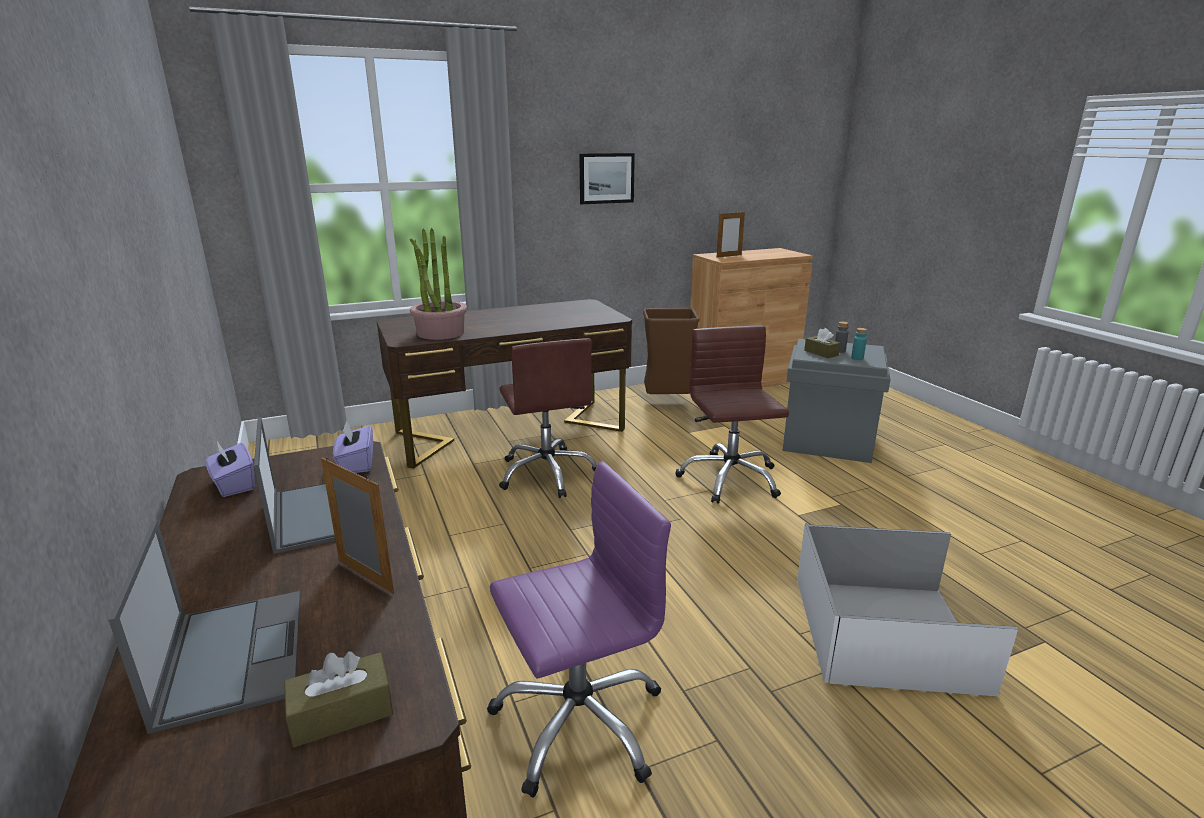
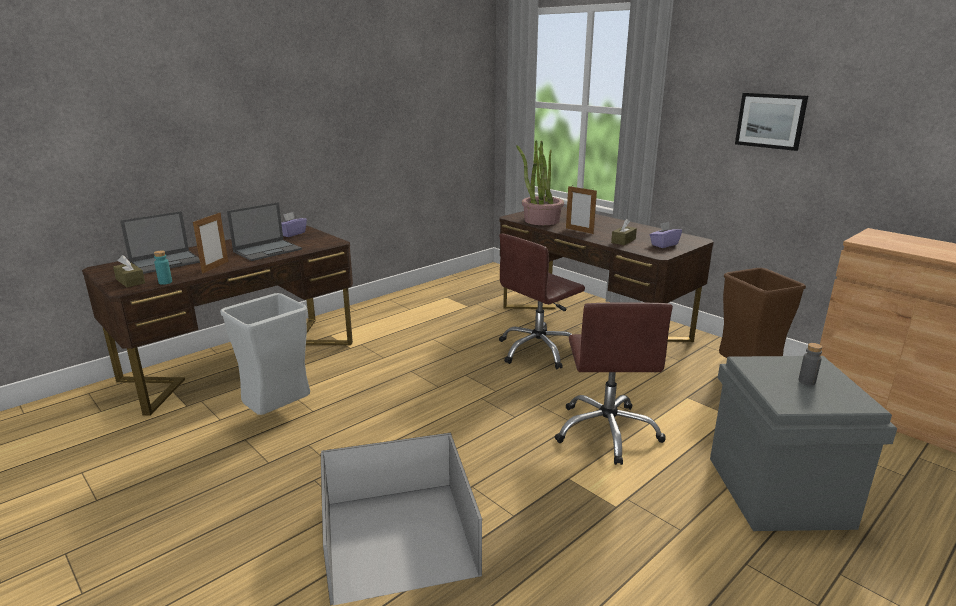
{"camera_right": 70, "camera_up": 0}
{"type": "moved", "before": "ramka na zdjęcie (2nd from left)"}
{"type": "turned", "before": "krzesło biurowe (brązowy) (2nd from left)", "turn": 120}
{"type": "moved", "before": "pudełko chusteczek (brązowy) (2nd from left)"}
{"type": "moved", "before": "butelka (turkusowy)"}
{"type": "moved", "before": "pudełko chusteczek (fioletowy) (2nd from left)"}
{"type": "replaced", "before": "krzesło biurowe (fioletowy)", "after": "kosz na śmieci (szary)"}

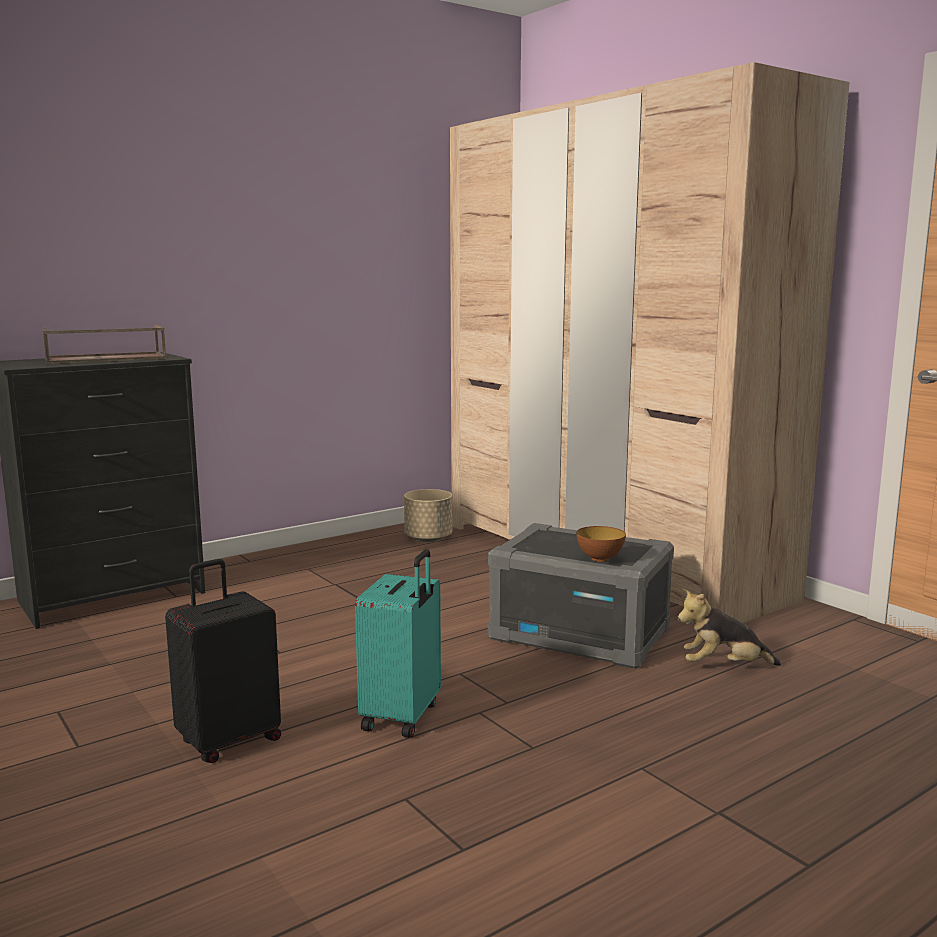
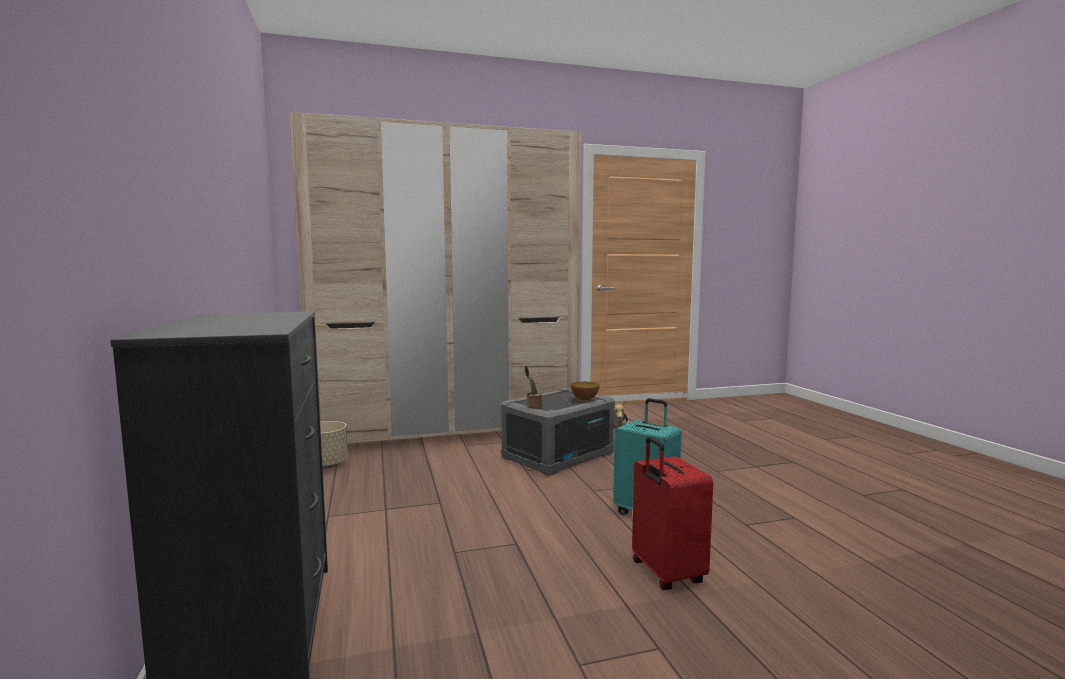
{"camera_right": -70, "camera_up": -5}
{"type": "removed", "before": "taca (brązowy)"}
{"type": "recoloured", "before": "walizka (czarny)", "after": "walizka (czerwony)"}
{"type": "added", "after": "roślina doniczkowa"}

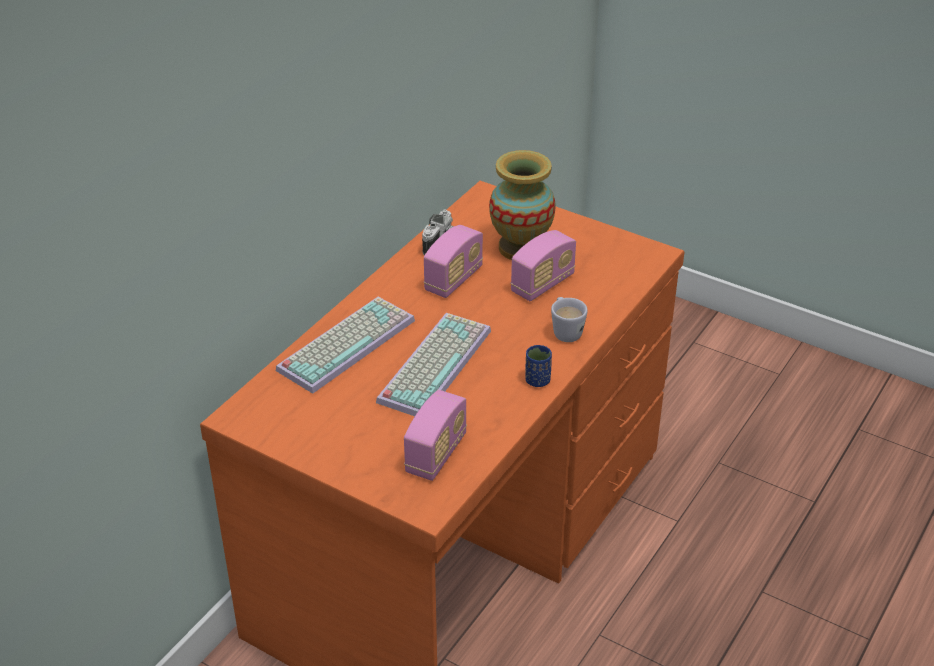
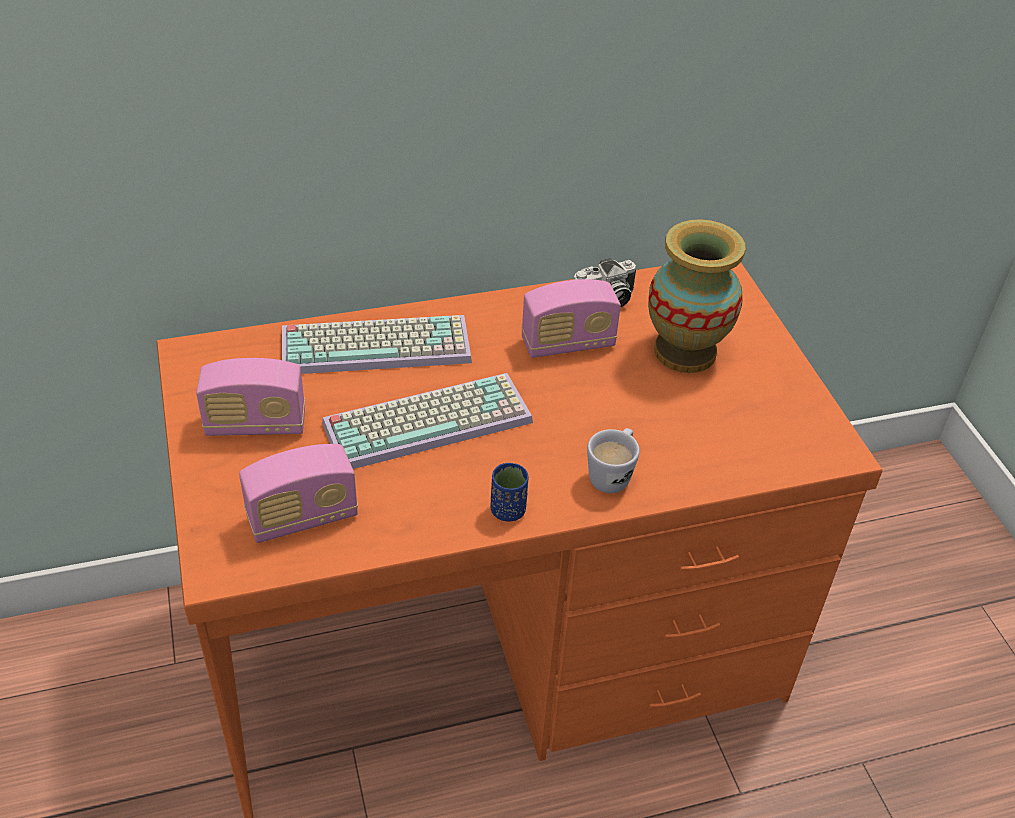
{"camera_right": 40, "camera_up": 5}
{"type": "moved", "before": "radio (3rd from left in the first image)", "after": "radio (1st from left)"}

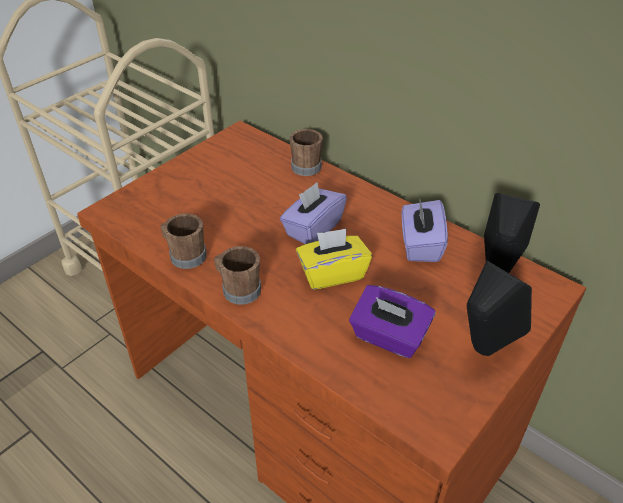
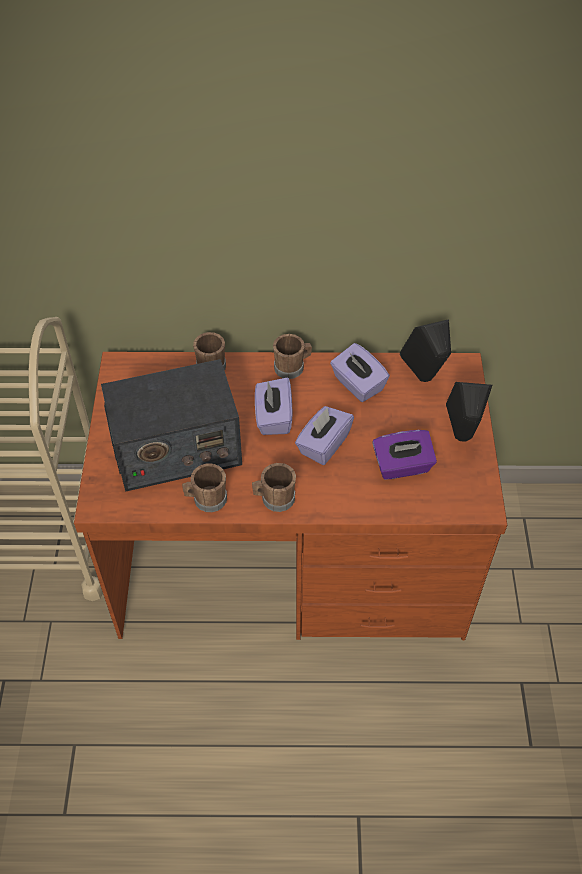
{"camera_right": -40, "camera_up": 10}
{"type": "recoloured", "before": "pudełko chusteczek (żółty)", "after": "pudełko chusteczek (fioletowy) (2nd from left)"}
{"type": "added", "after": "kubek (brązowy) (4th from left)"}
{"type": "added", "after": "radio"}

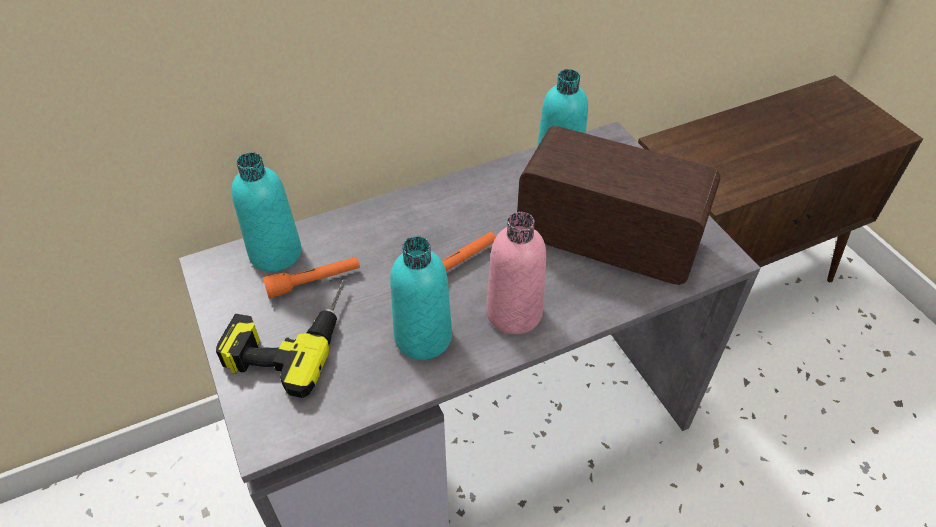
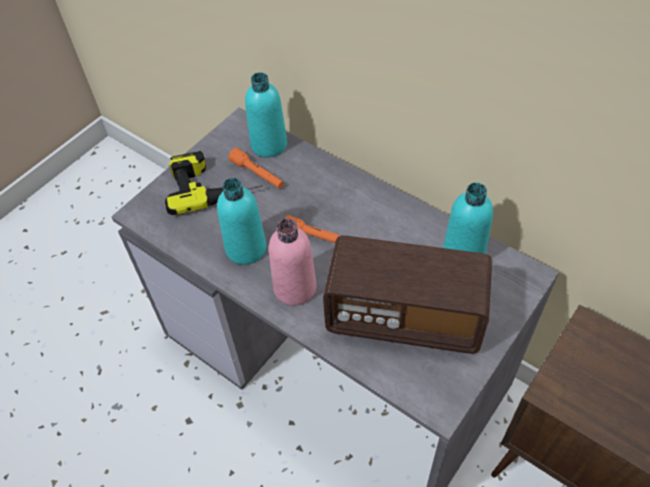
{"camera_right": 65, "camera_up": 5}
{"type": "turned", "before": "radio", "turn": 105}

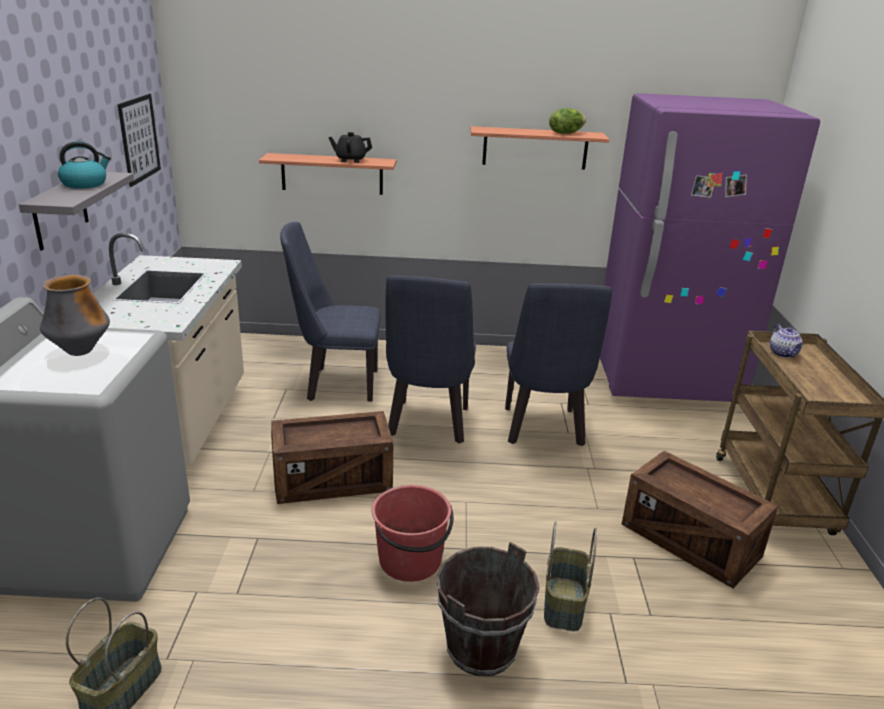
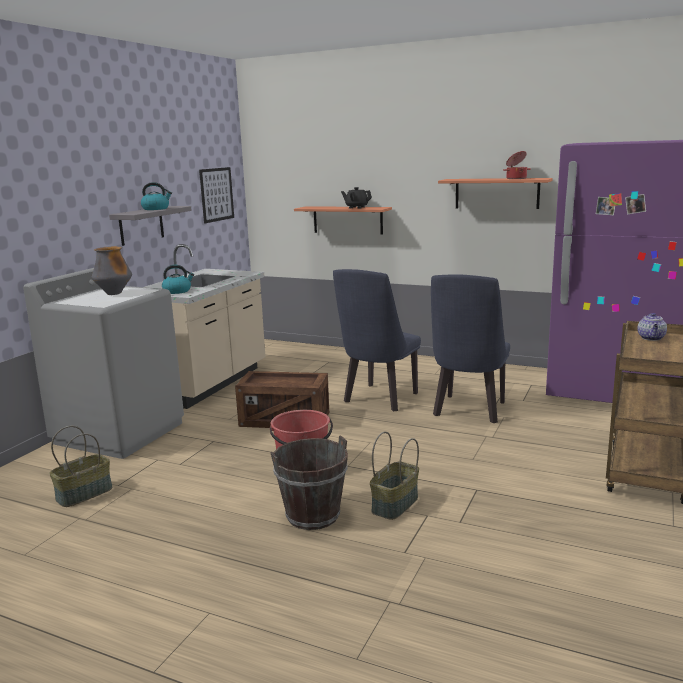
{"camera_right": 25, "camera_up": -10}
{"type": "replaced", "before": "sałata", "after": "garnek"}
{"type": "removed", "before": "krzesło (niebieski) (1st from left)"}
{"type": "removed", "before": "skrzynka (2nd from left)"}
{"type": "added", "after": "czajnik (2nd from left)"}

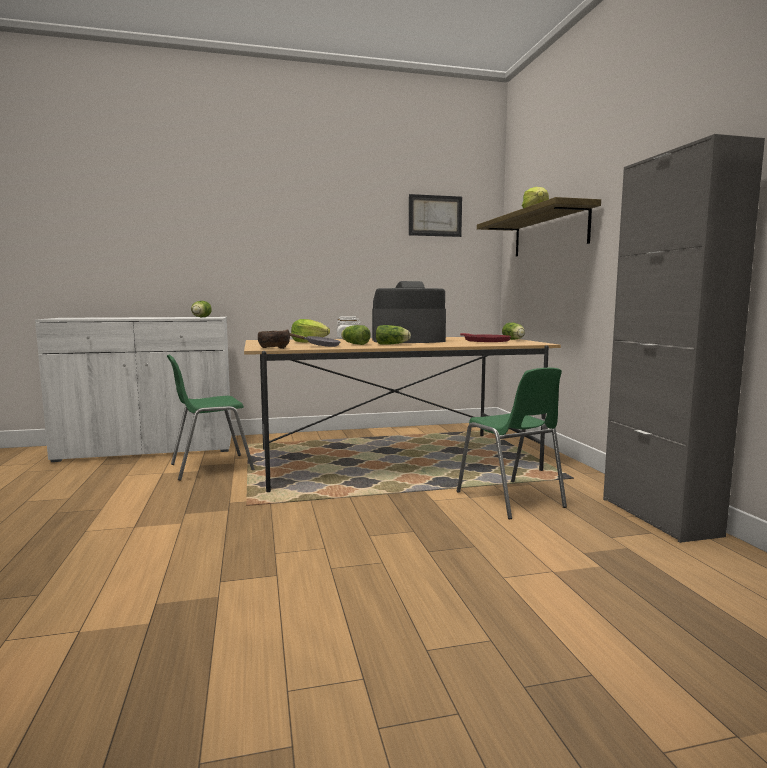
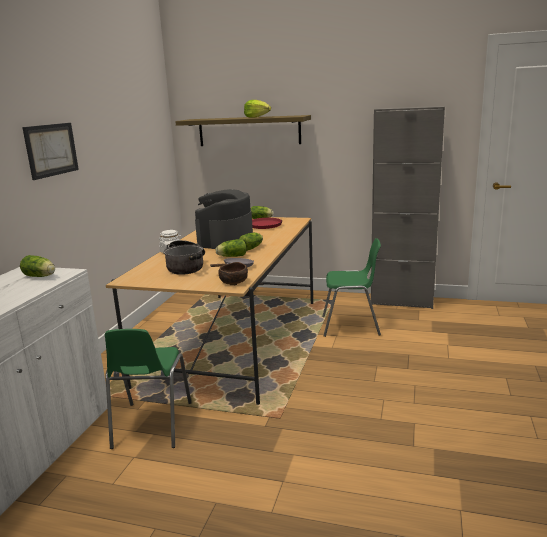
{"camera_right": -60, "camera_up": 10}
{"type": "moved", "before": "obraz"}
{"type": "replaced", "before": "sałata (2nd from left)", "after": "garnek"}

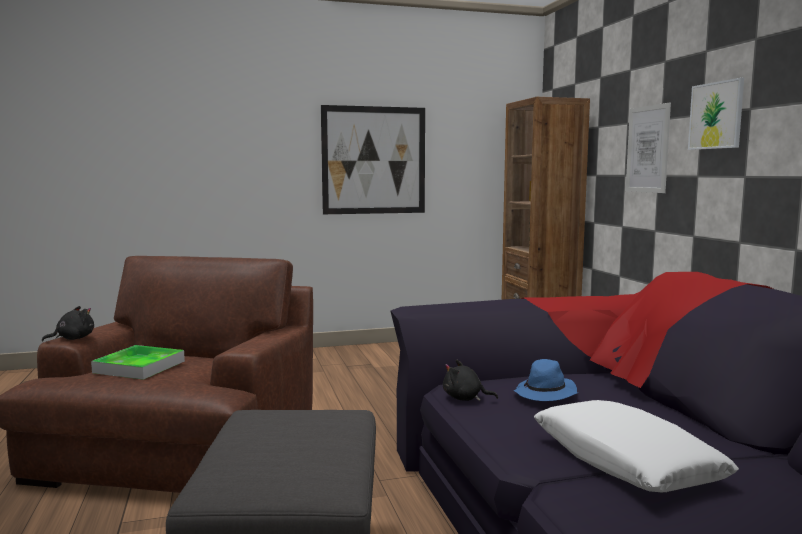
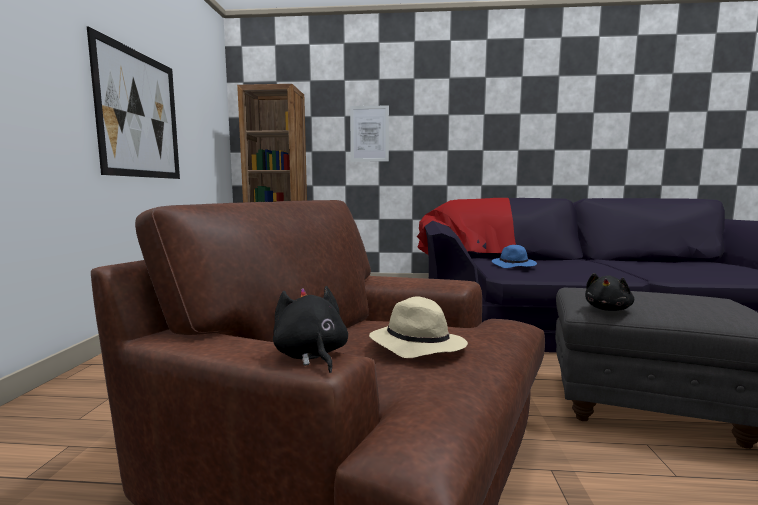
{"camera_right": -70, "camera_up": 0}
{"type": "removed", "before": "obraz (3rd from left)"}
{"type": "replaced", "before": "taca", "after": "kapelusz (beżowy)"}
{"type": "moved", "before": "pluszak (czarny) (2nd from left)"}
{"type": "removed", "before": "poduszka (biały)"}

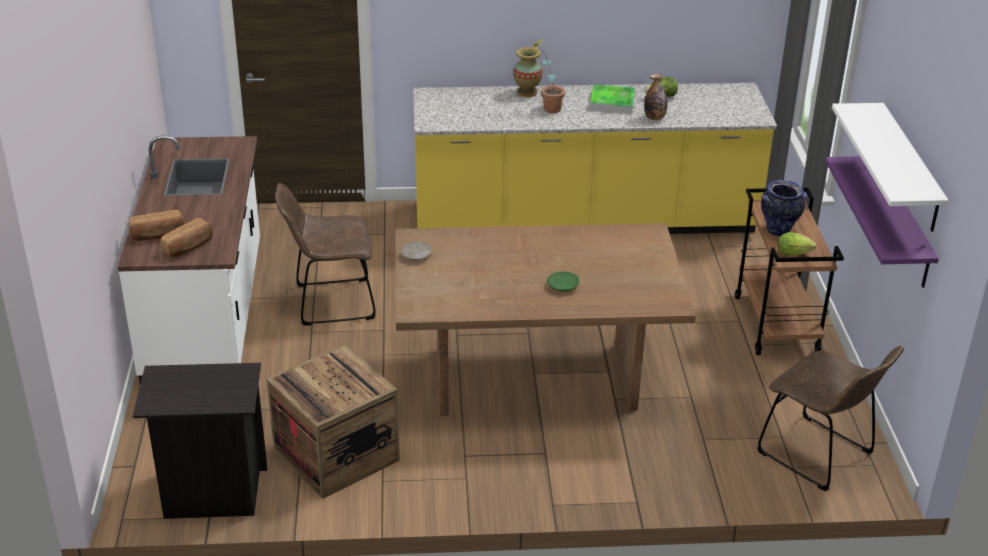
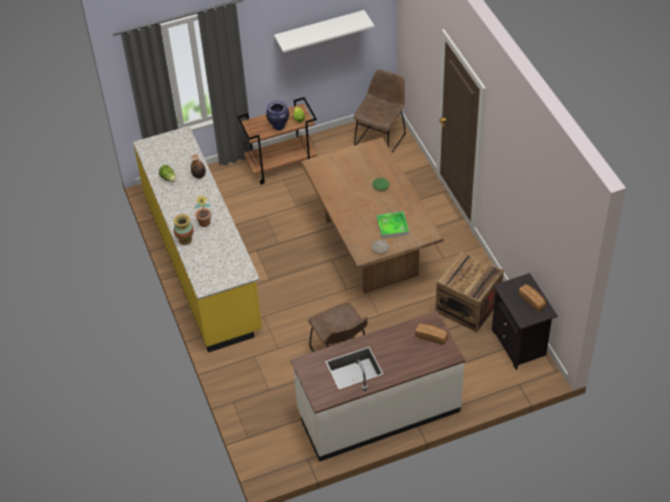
{"camera_right": -105, "camera_up": 15}
{"type": "moved", "before": "taca"}
{"type": "removed", "before": "półka (fioletowy)"}
{"type": "moved", "before": "chleb (1st from left in the first image)", "after": "chleb (2nd from left)"}

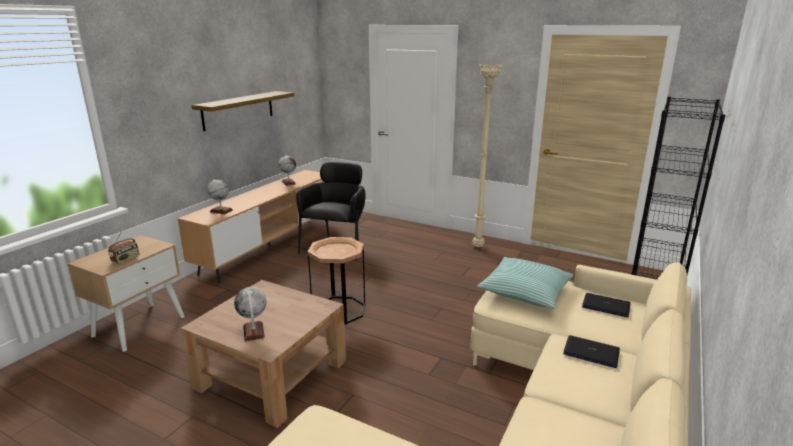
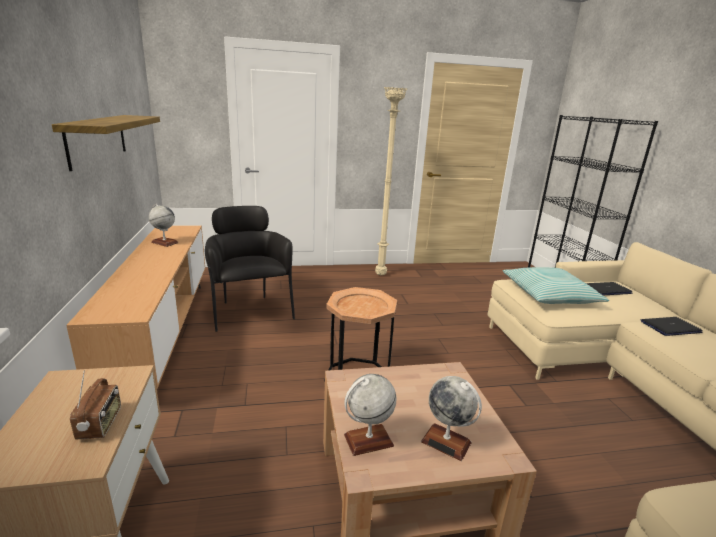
{"camera_right": -40, "camera_up": 0}
{"type": "moved", "before": "globus (1st from left in the first image)", "after": "globus (2nd from left)"}

